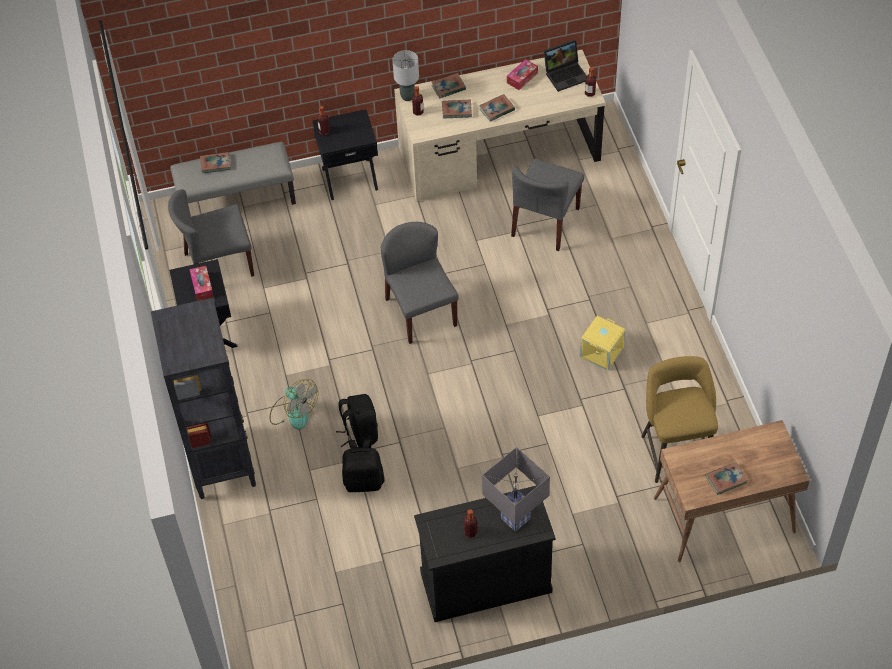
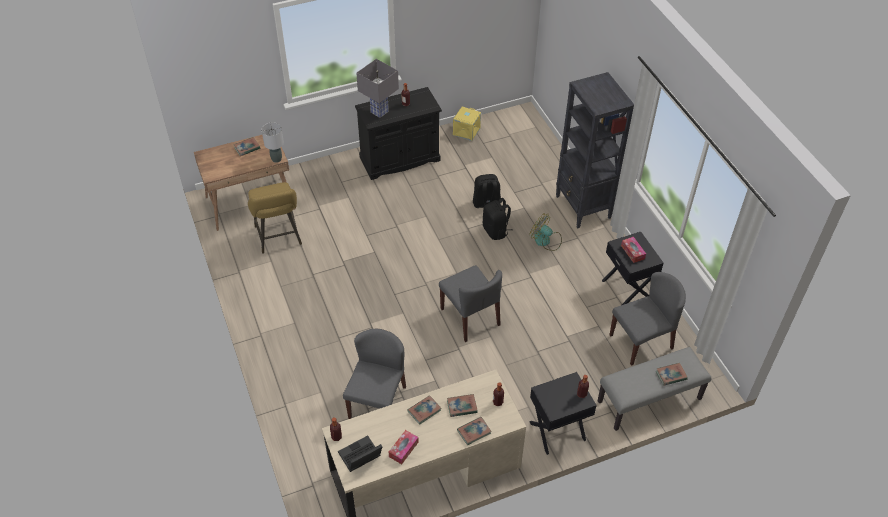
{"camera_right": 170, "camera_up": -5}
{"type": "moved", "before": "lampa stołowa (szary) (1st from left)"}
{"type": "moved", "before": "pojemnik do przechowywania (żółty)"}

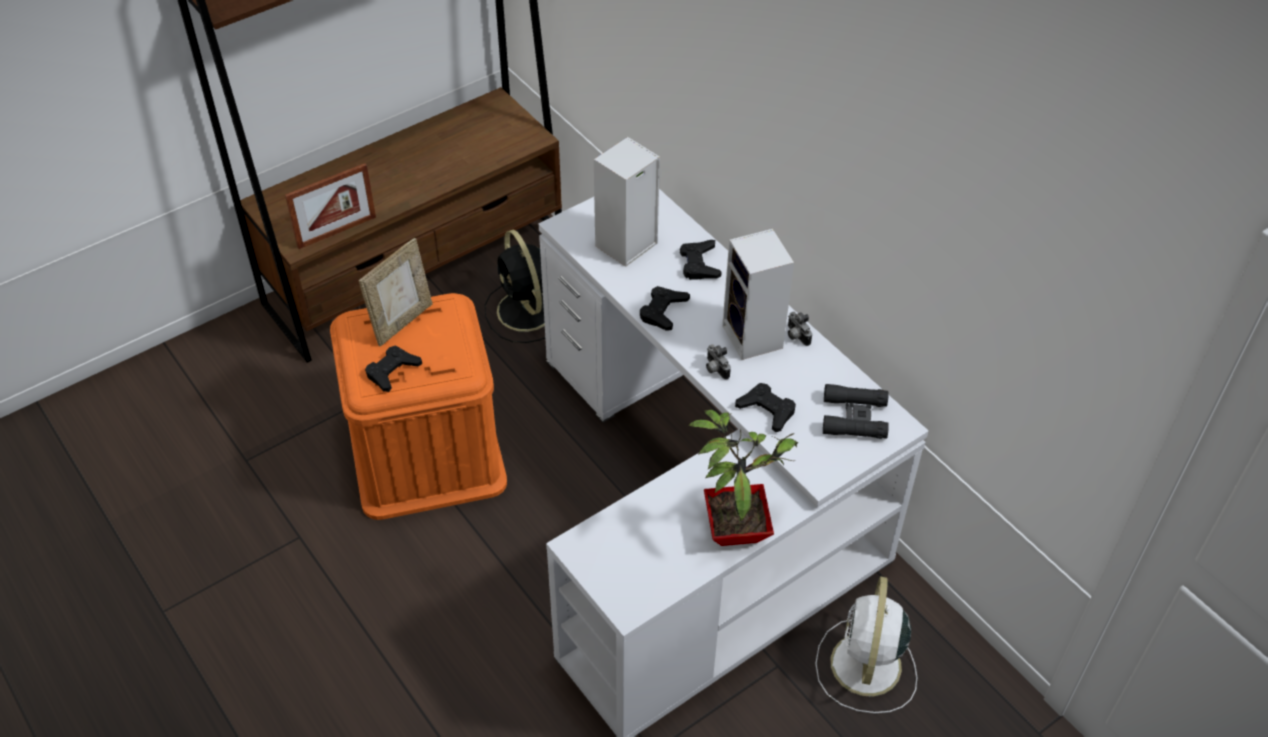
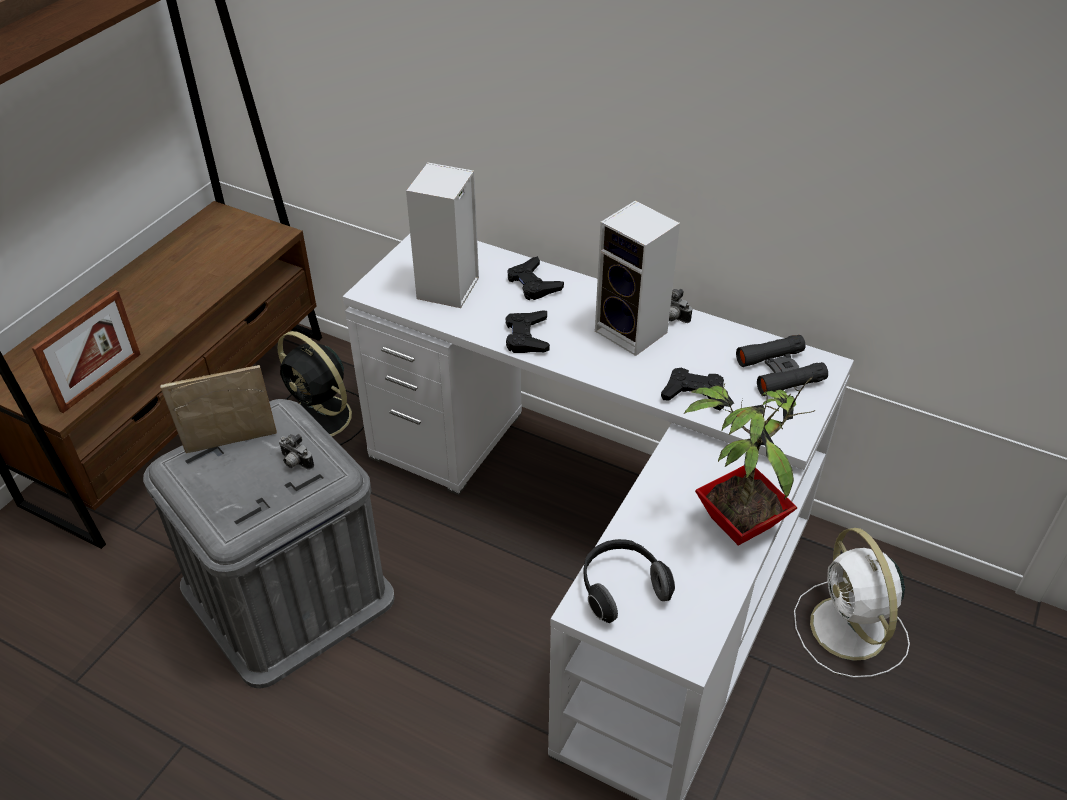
{"camera_right": -25, "camera_up": -5}
{"type": "turned", "before": "ramka na zdjęcie (2nd from left)", "turn": -120}
{"type": "recoloured", "before": "pojemnik do przechowywania (pomarańczowy)", "after": "pojemnik do przechowywania (szary)"}
{"type": "moved", "before": "aparat fotograficzny (1st from left)"}
{"type": "removed", "before": "pad do gier (czarny) (1st from left)"}
{"type": "added", "after": "słuchawki"}

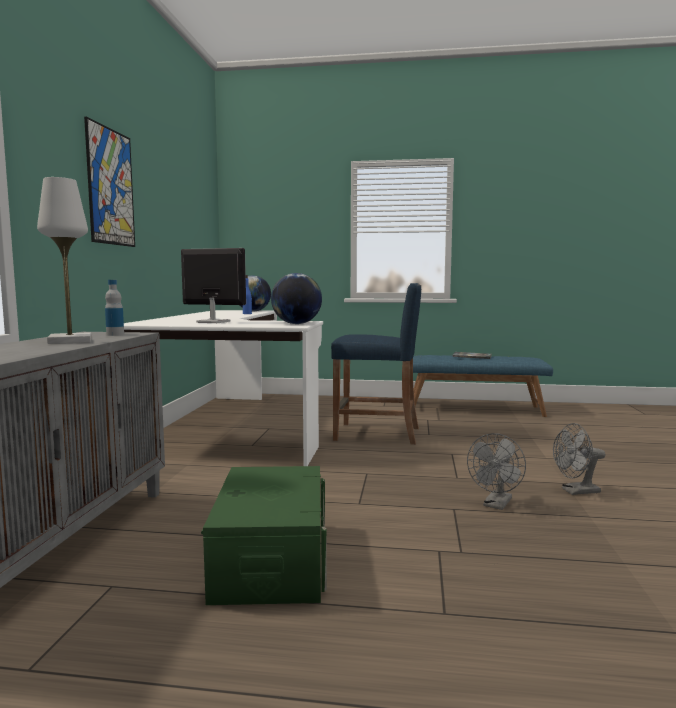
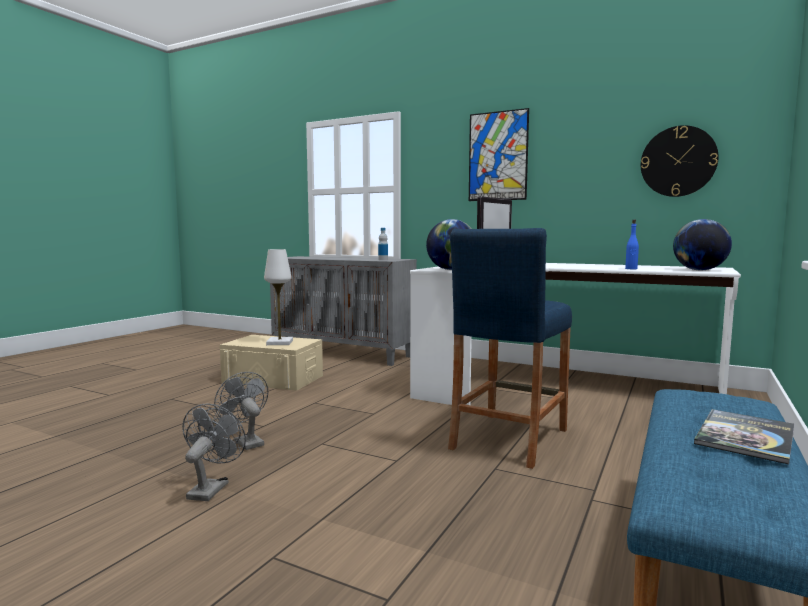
{"camera_right": 110, "camera_up": 0}
{"type": "moved", "before": "lampa stołowa (biały)"}
{"type": "recoloured", "before": "pojemnik do przechowywania (zielony)", "after": "pojemnik do przechowywania (beżowy)"}
{"type": "added", "after": "zegar ścienny"}

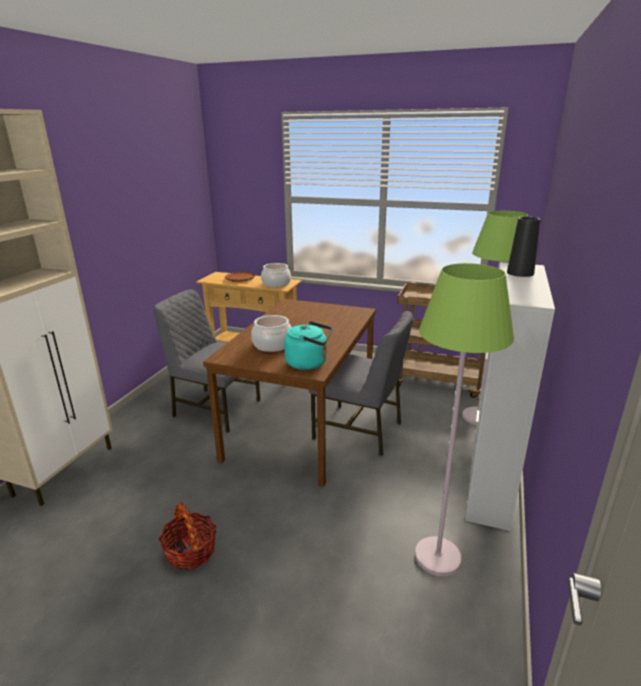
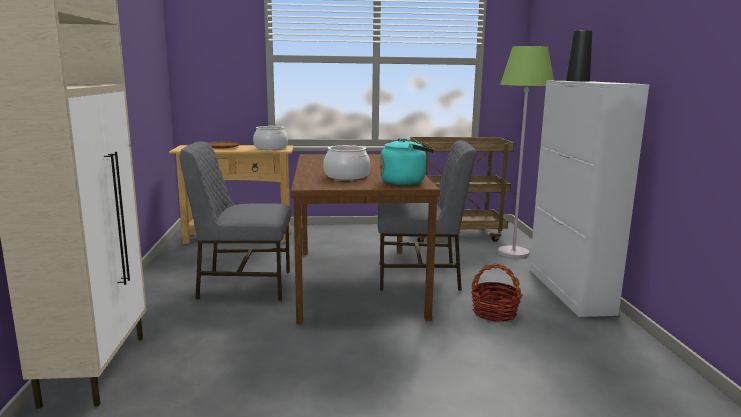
{"camera_right": -25, "camera_up": -10}
{"type": "removed", "before": "lampa stojąca (zielony) (1st from left)"}
{"type": "moved", "before": "koszyk"}

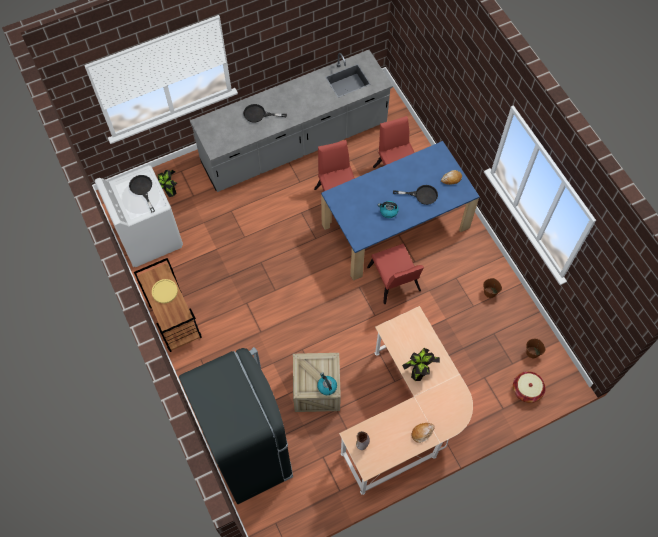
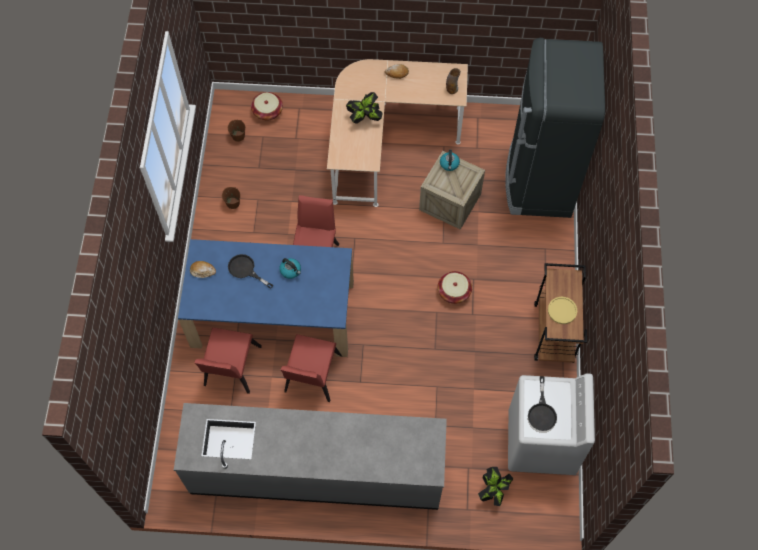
{"camera_right": -150, "camera_up": 0}
{"type": "removed", "before": "patelnia (czarny) (2nd from left)"}
{"type": "added", "after": "koszyk (2nd from left)"}

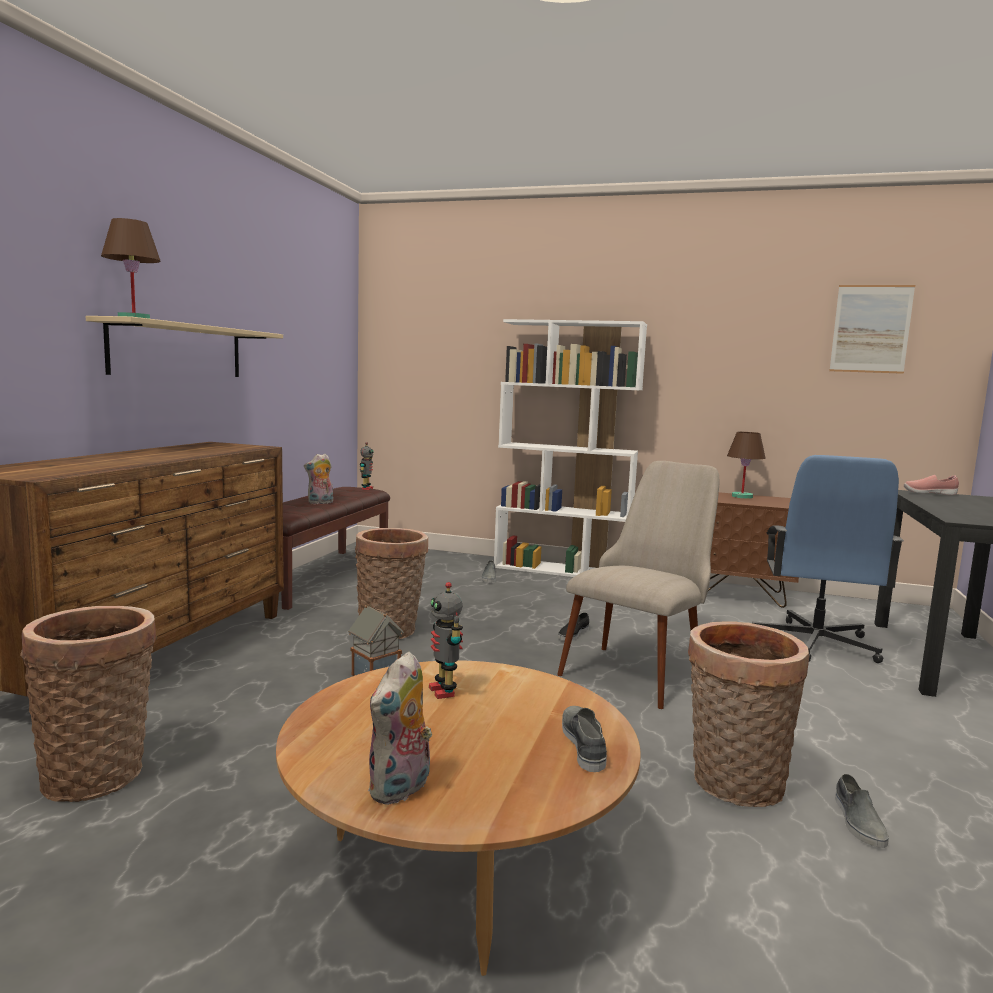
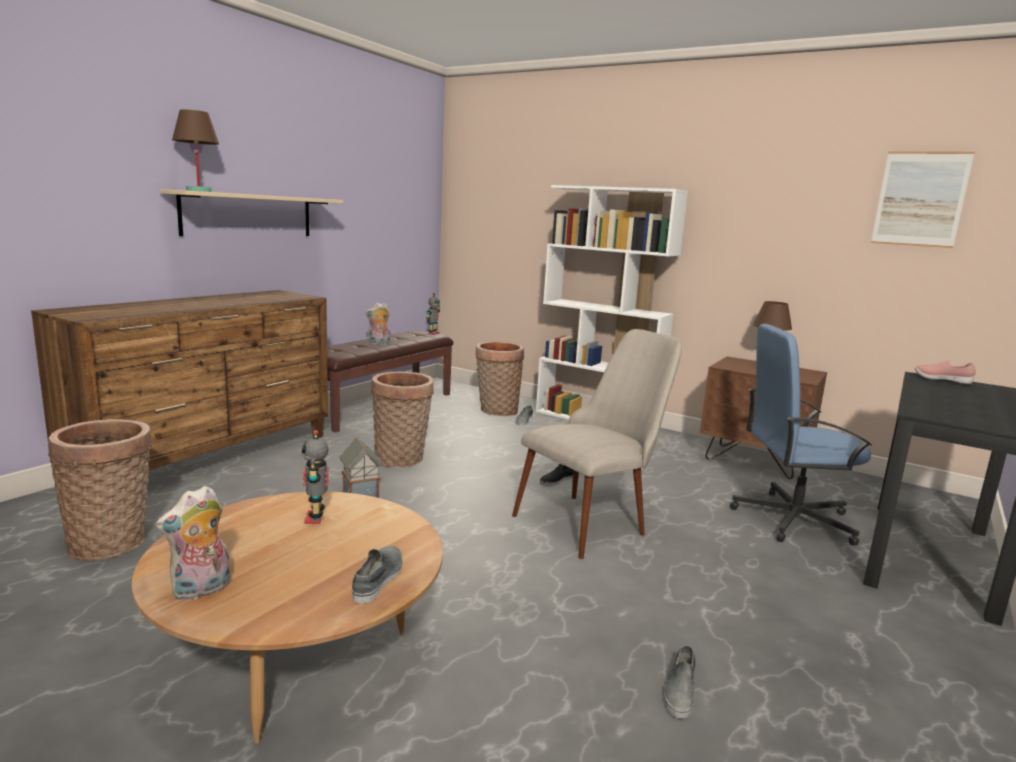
{"camera_right": 15, "camera_up": 5}
{"type": "turned", "before": "krzesło biurowe (niebieski)", "turn": 60}
{"type": "moved", "before": "koszyk (3rd from left)"}

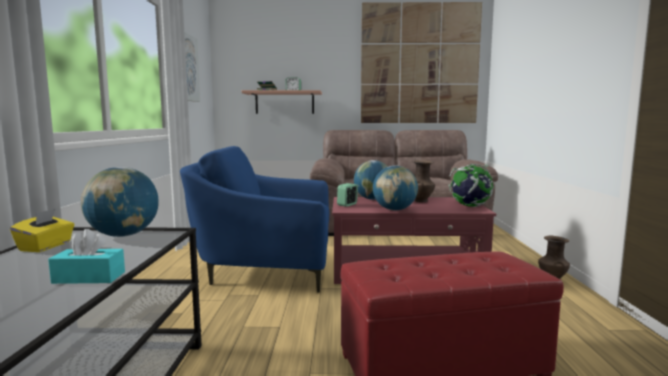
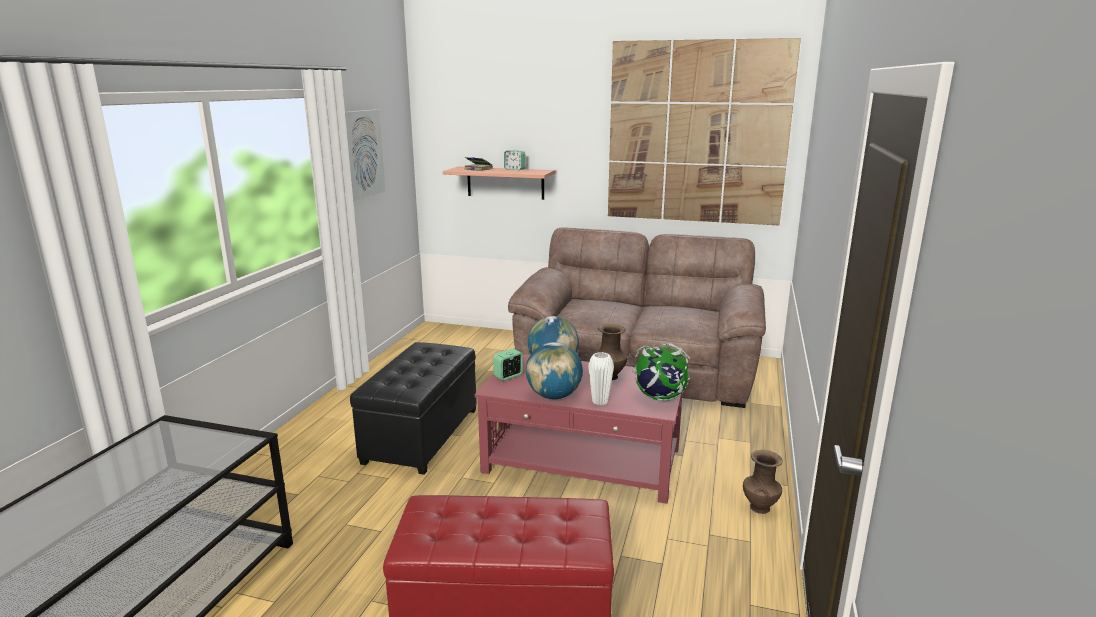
{"camera_right": 15, "camera_up": 10}
{"type": "replaced", "before": "fotel (niebieski)", "after": "pufa (czarny)"}
{"type": "removed", "before": "globus (1st from left)"}
{"type": "removed", "before": "pudełko chusteczek (żółty)"}
{"type": "removed", "before": "pudełko chusteczek (turkusowy)"}
{"type": "added", "after": "wazon (biały)"}

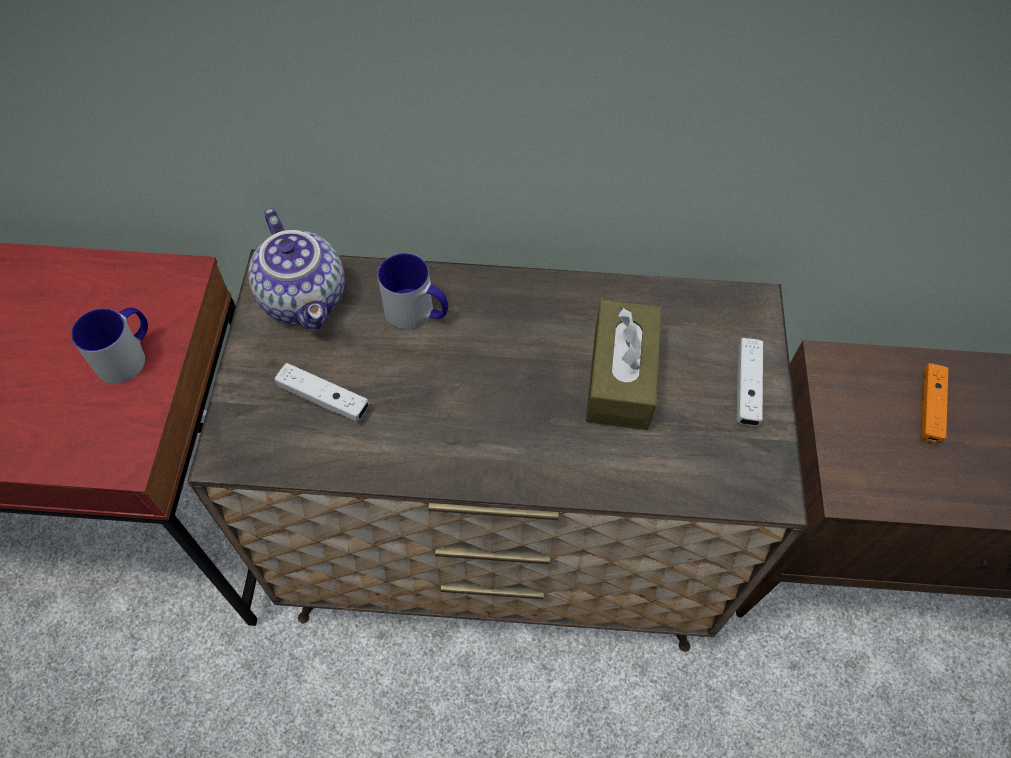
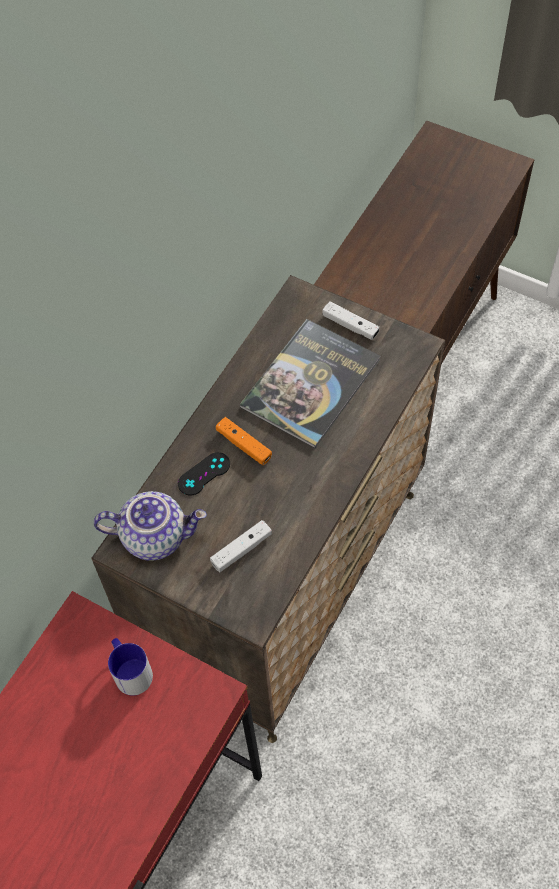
{"camera_right": -60, "camera_up": 0}
{"type": "replaced", "before": "kubek (2nd from left)", "after": "pad do gier (czarny)"}
{"type": "replaced", "before": "pudełko chusteczek (brązowy)", "after": "książka"}
{"type": "moved", "before": "pad do gier (pomarańczowy)"}

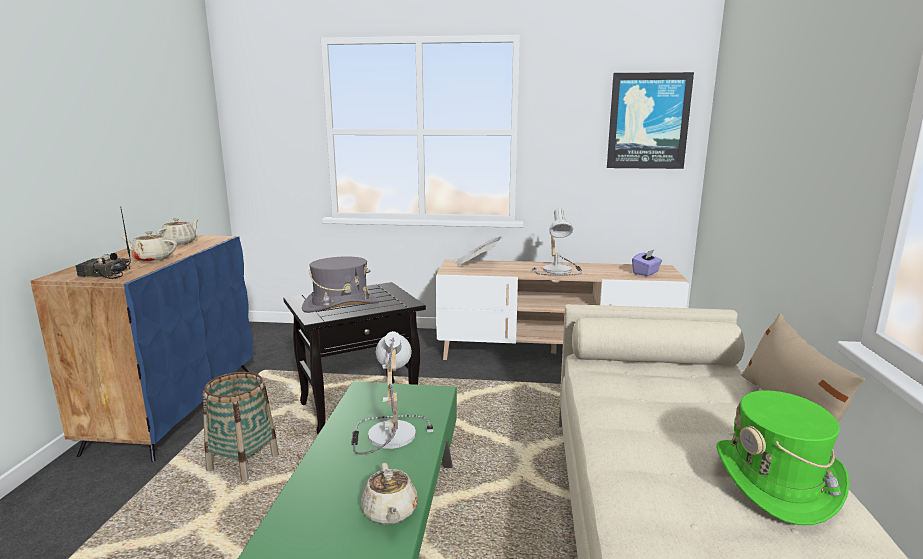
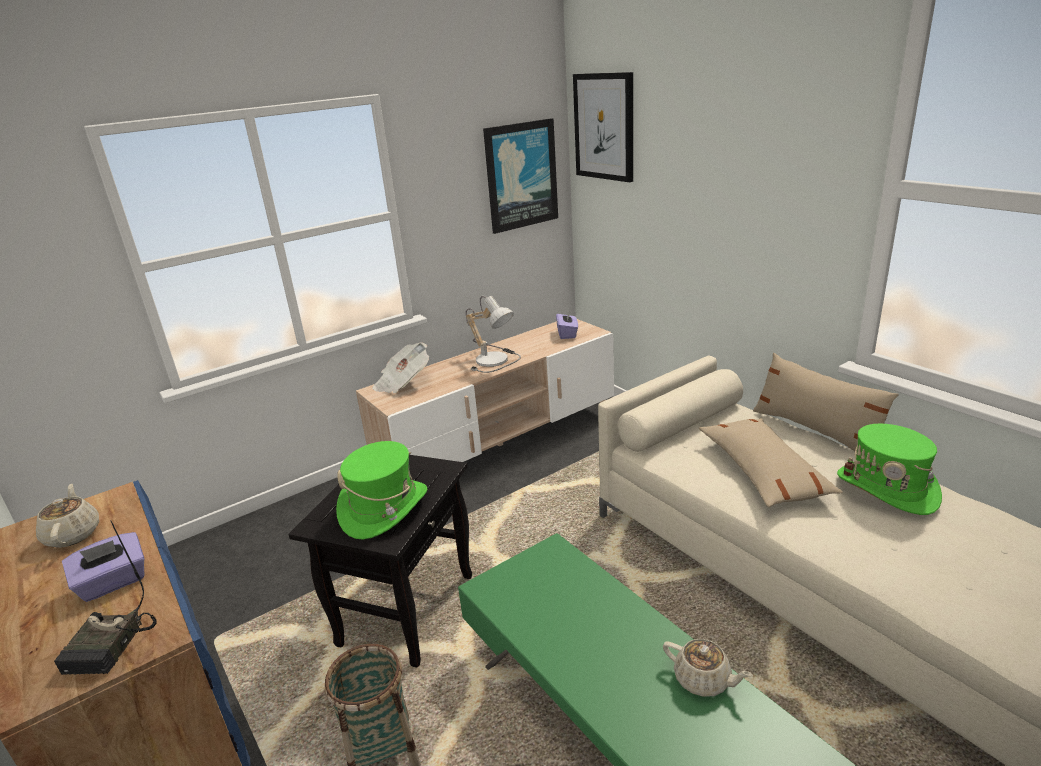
{"camera_right": -40, "camera_up": 10}
{"type": "turned", "before": "radio", "turn": -45}
{"type": "replaced", "before": "imbryk (beżowy) (1st from left)", "after": "pudełko chusteczek (fioletowy) (1st from left)"}
{"type": "recoloured", "before": "kapelusz (szary)", "after": "kapelusz (zielony) (1st from left)"}
{"type": "removed", "before": "lampa stołowa (1st from left)"}
{"type": "added", "after": "obraz (2nd from left)"}
{"type": "added", "after": "poduszka (beżowy) (1st from left)"}

